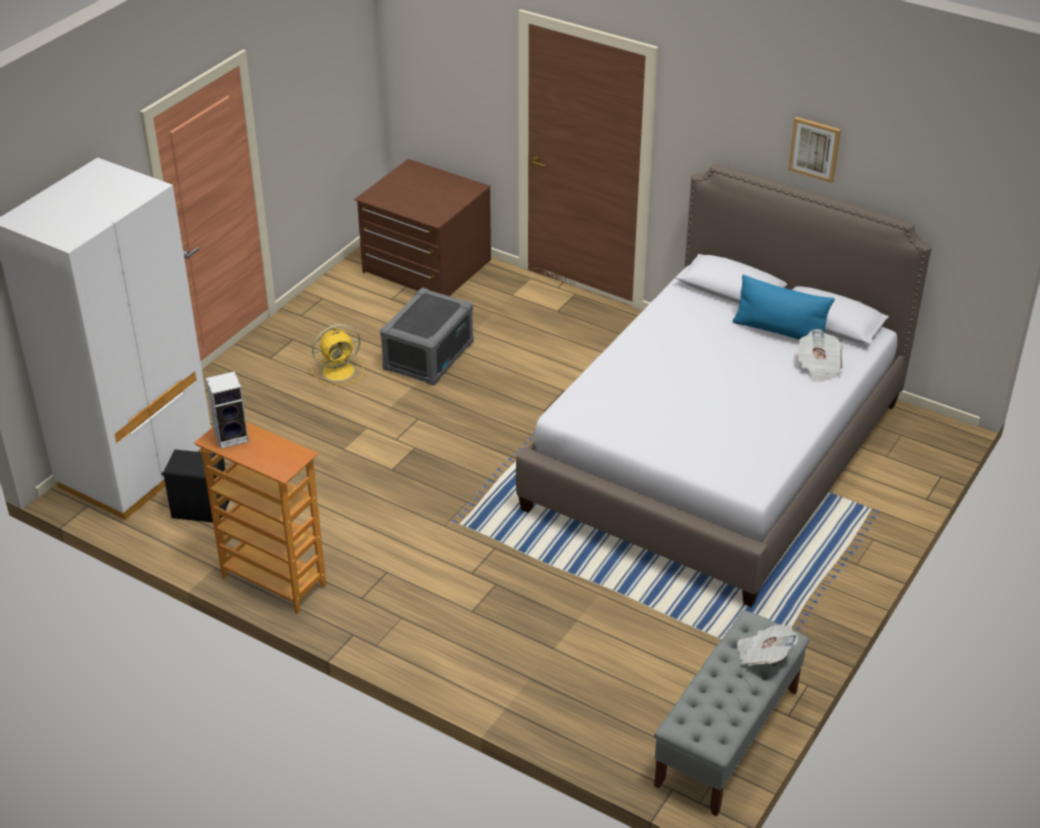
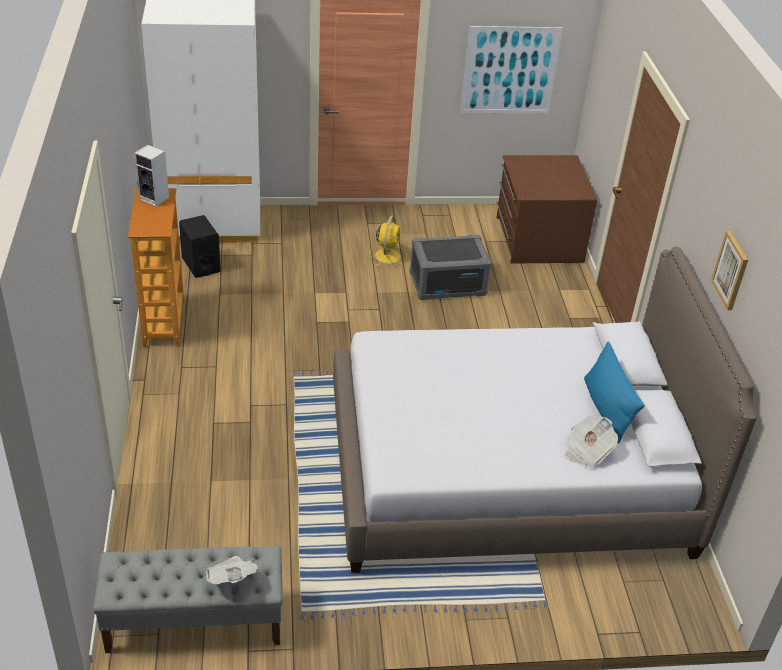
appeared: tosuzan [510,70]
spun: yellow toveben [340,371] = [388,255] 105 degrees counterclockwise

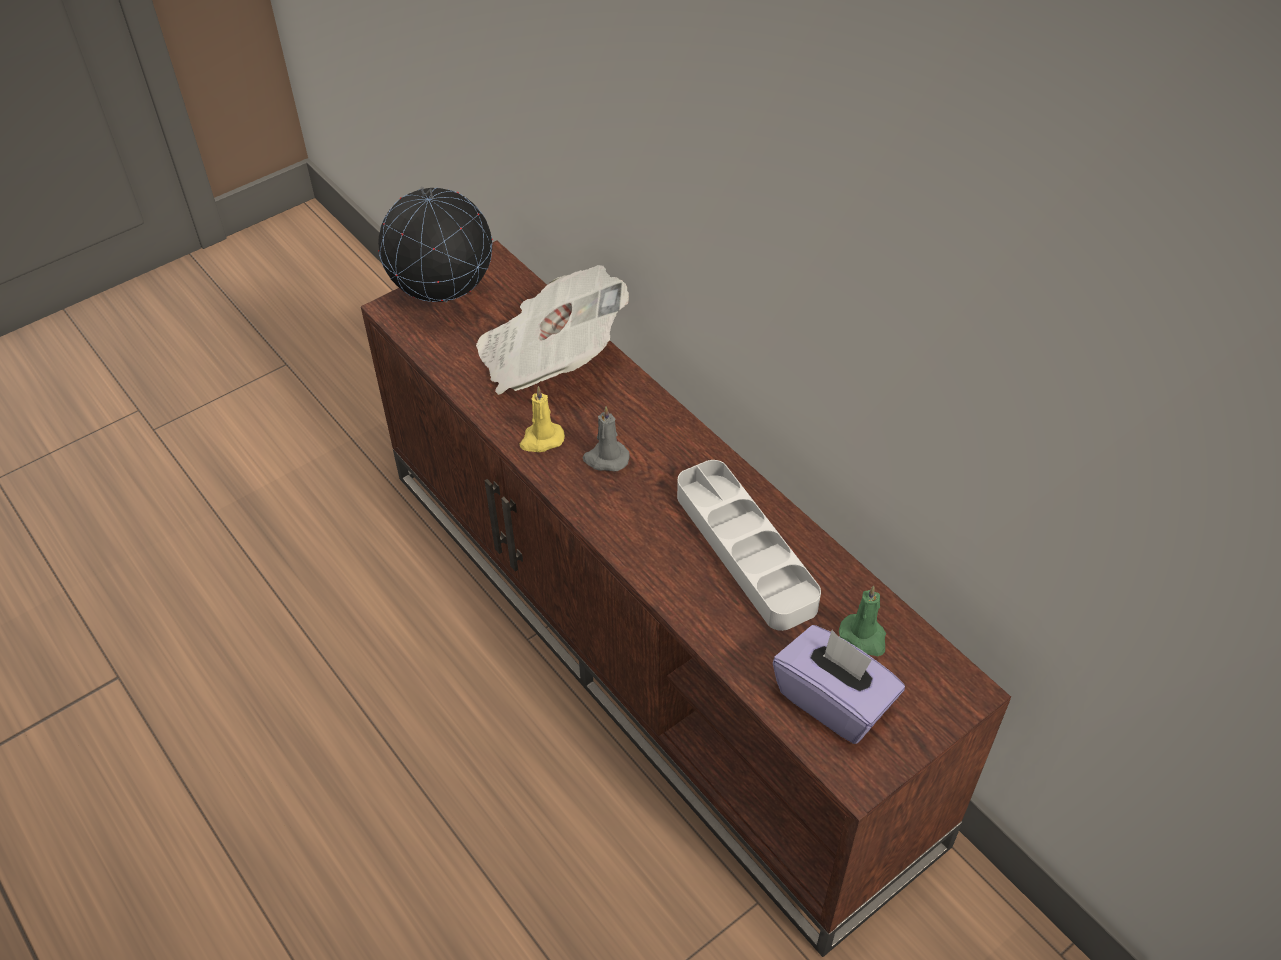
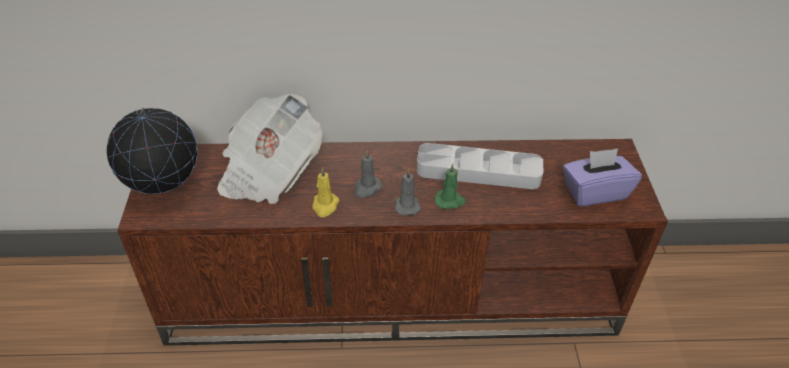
appeared: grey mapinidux [406,205]
relocated: green mapinidux [864,637] to [450,201]

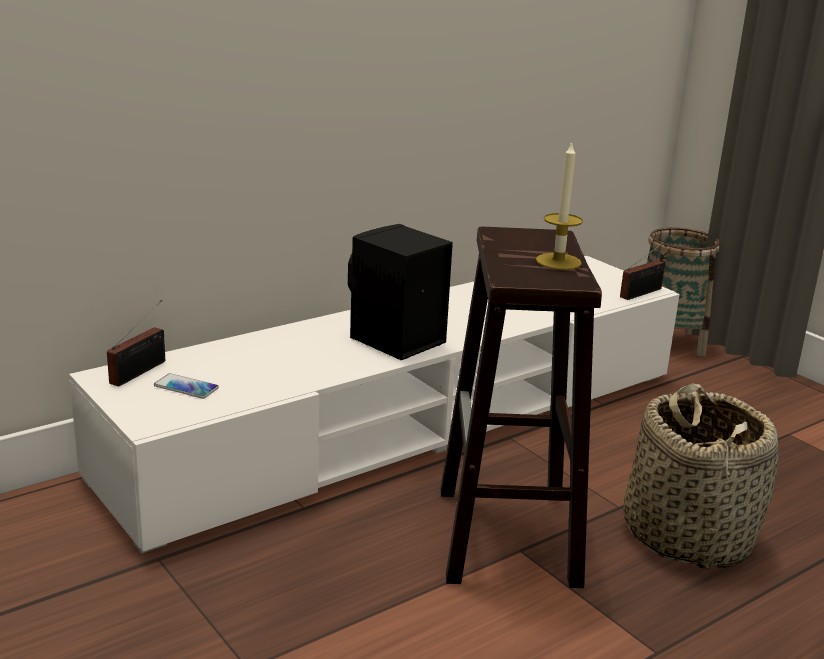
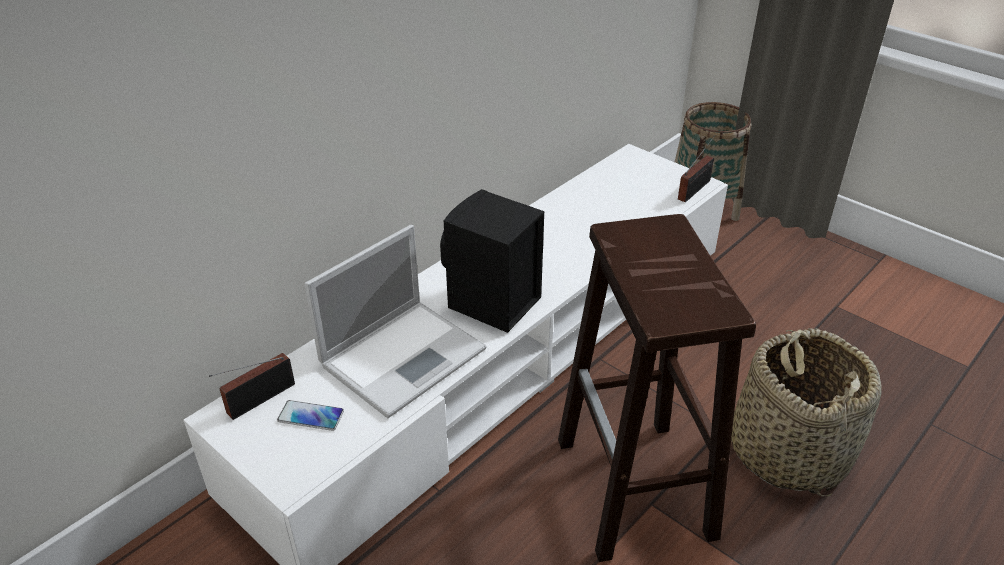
missing: mapinidux [558,261]
appeared: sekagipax [405,355]
spun: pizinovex [141,371] = [257,400] 150 degrees counterclockwise

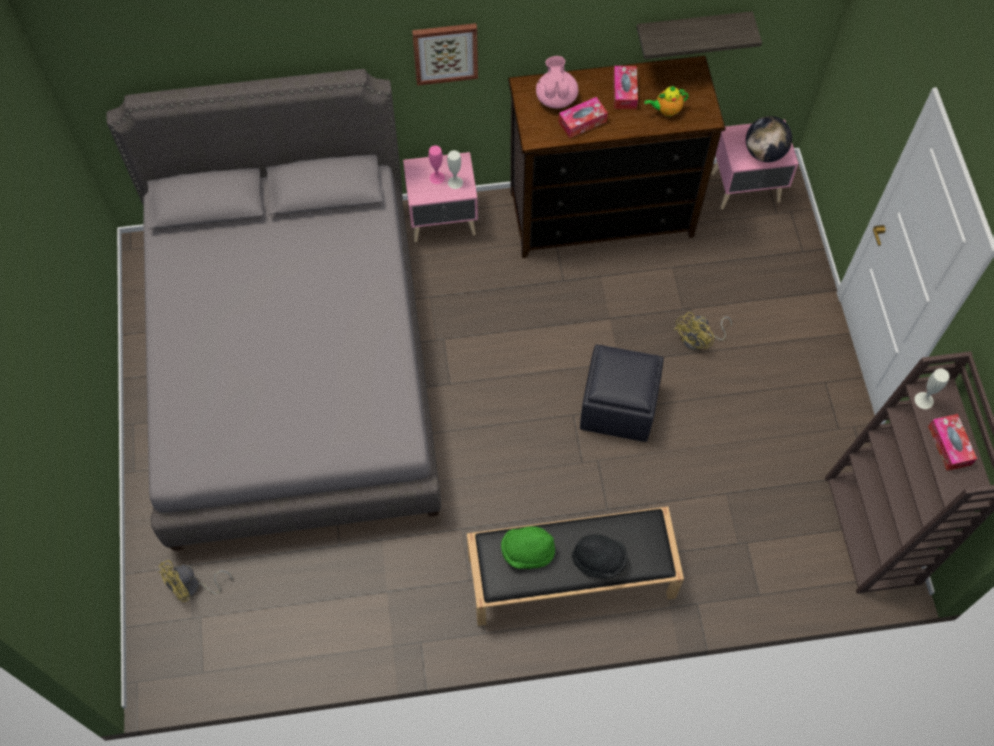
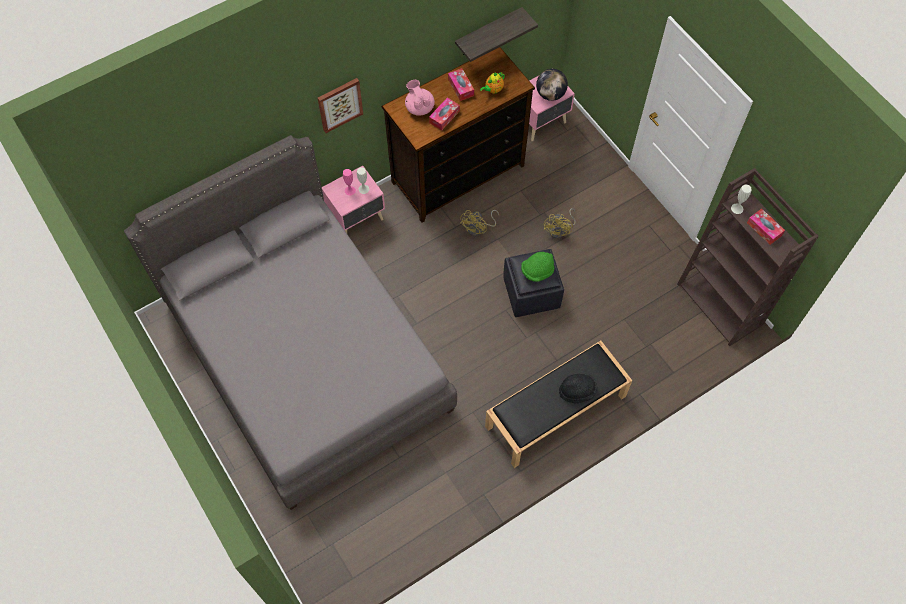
relocated: yellow toveben [192,587] to [478,228]; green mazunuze [527,551] to [537,271]

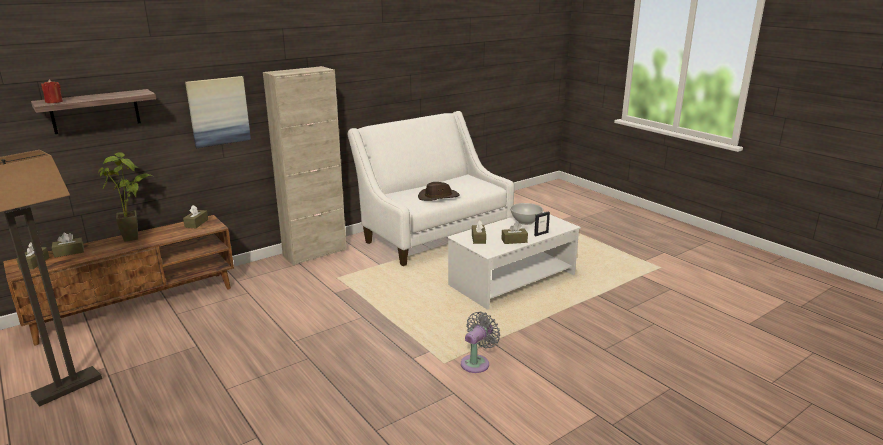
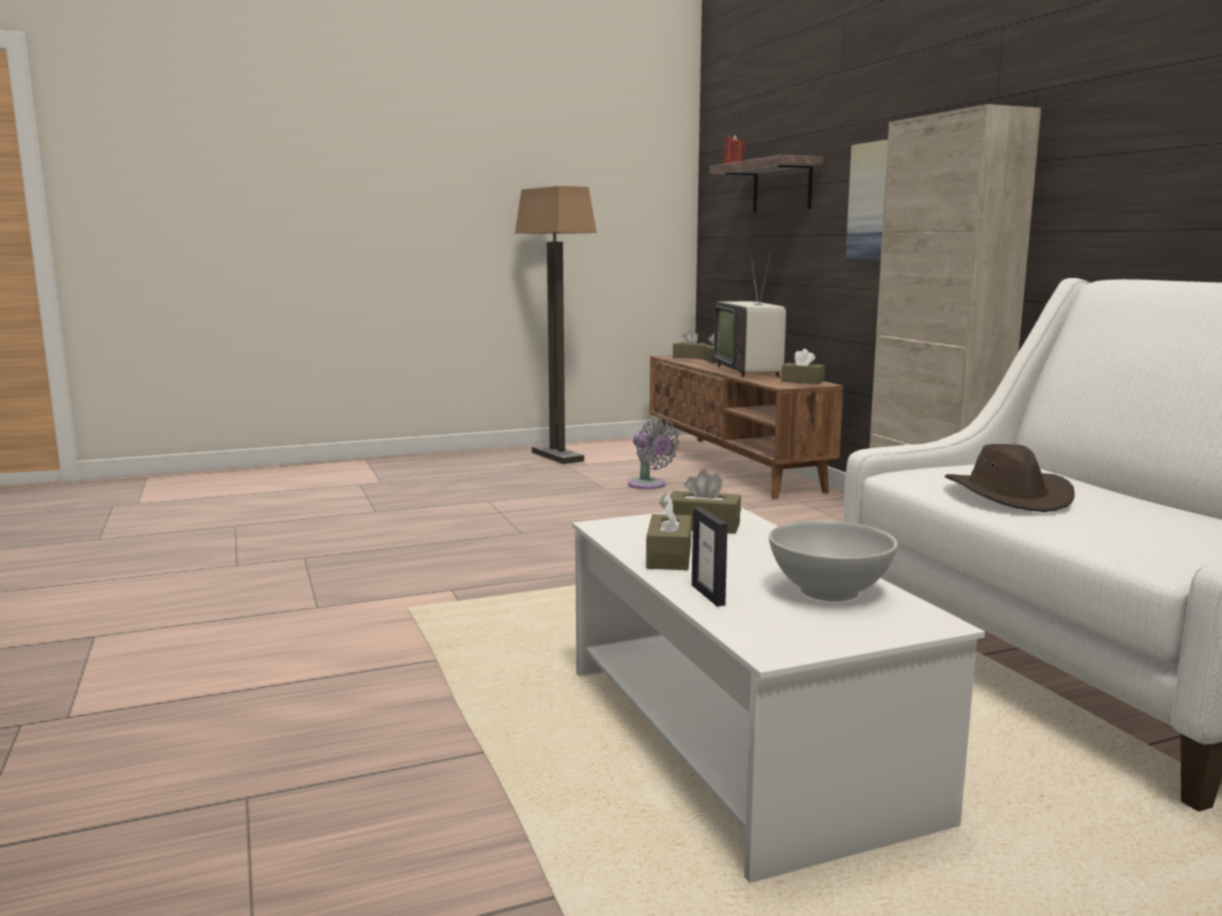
relocated: grey toveben [477,362] to [649,485]
exchanged: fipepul [138,238] to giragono [751,371]

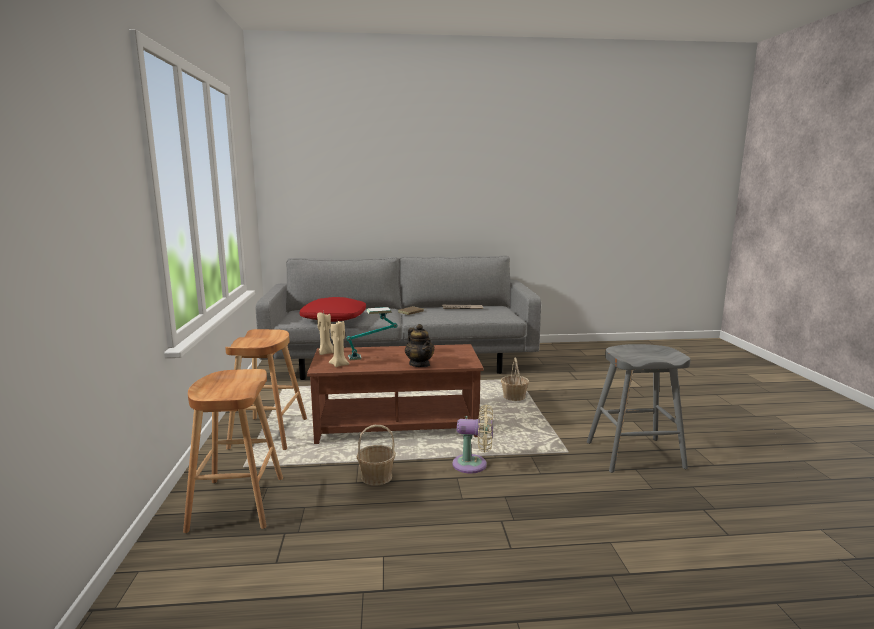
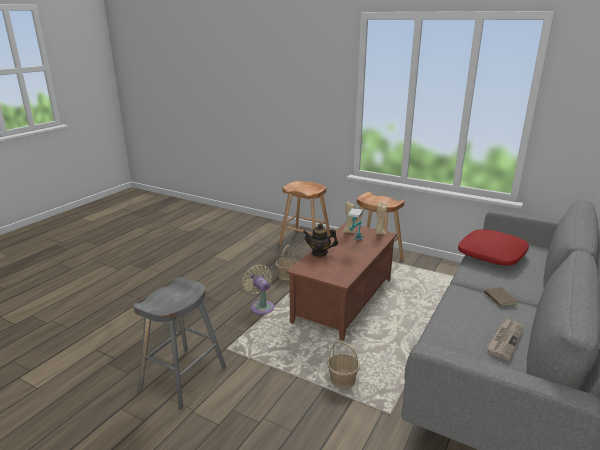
spun: beige toveben [473,465] = [261,306] 105 degrees clockwise

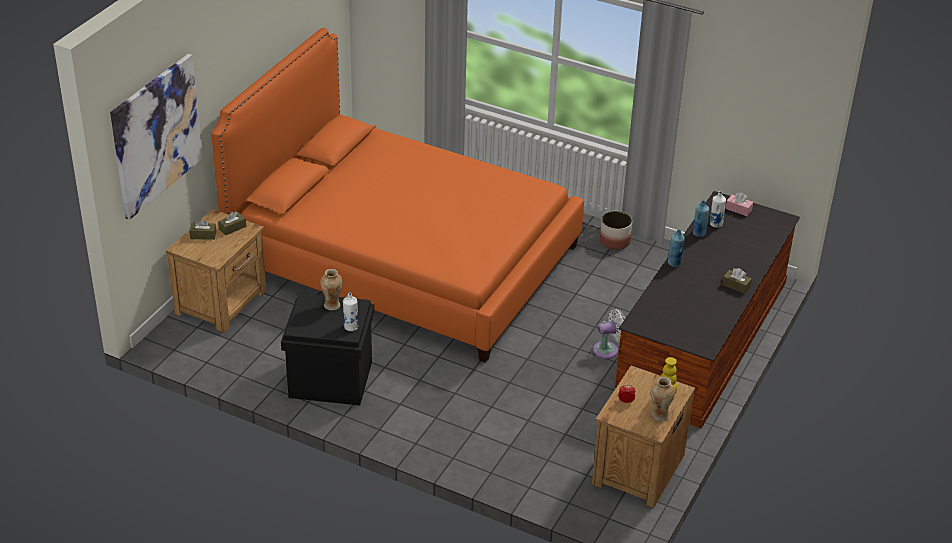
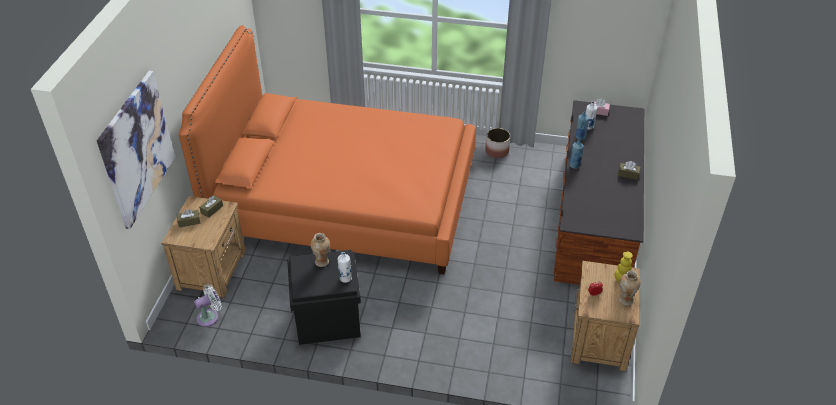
relocated: white toveben [608,350] to [210,317]

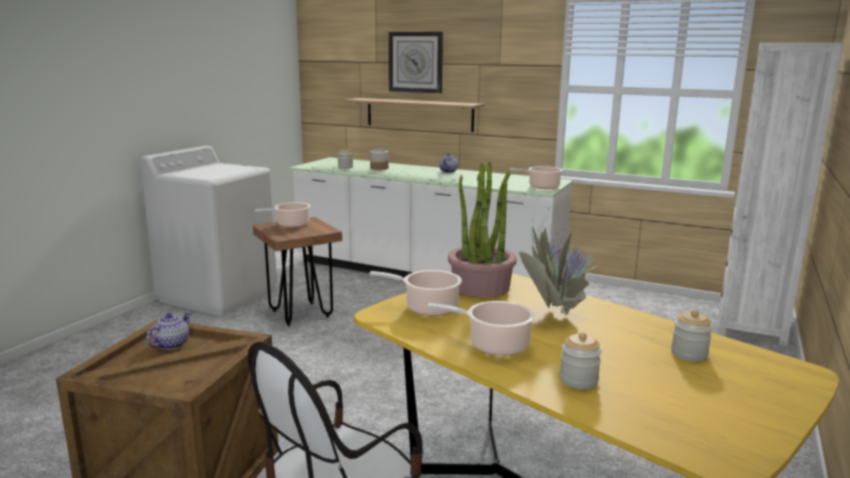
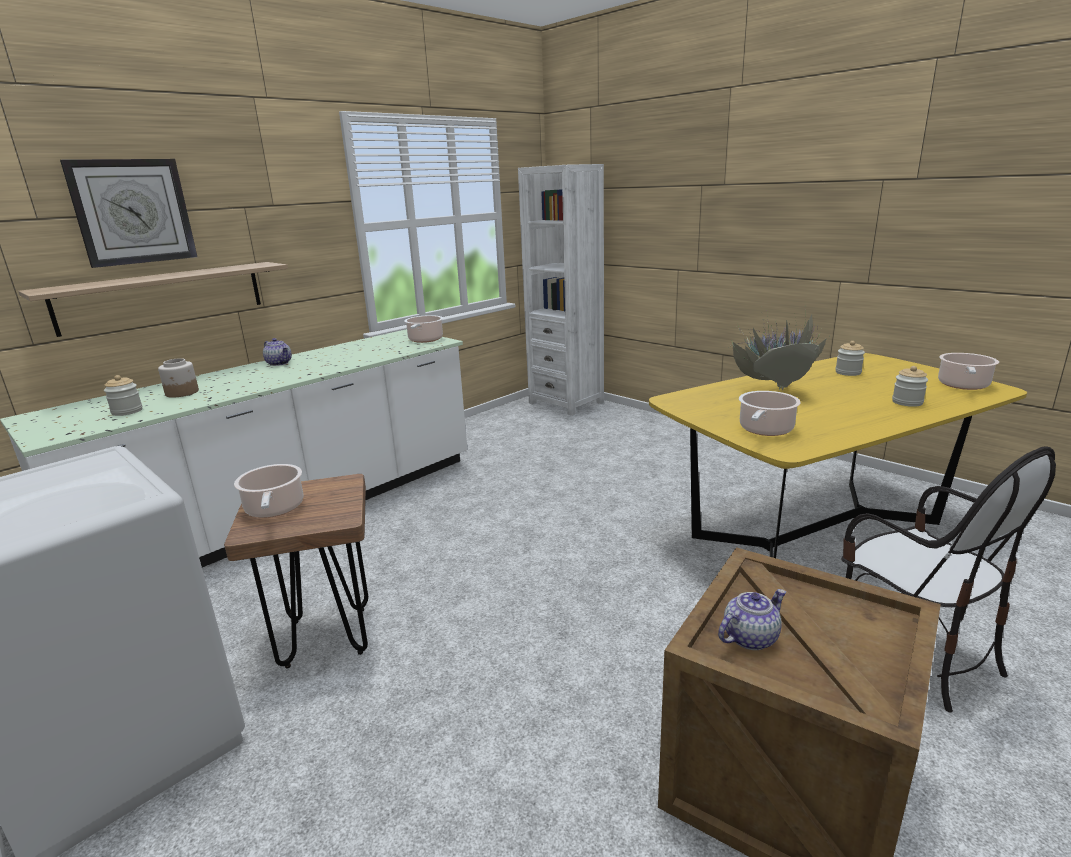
missing: fipepul [481,287]
relocated: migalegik [494,345] to [963,385]
spun: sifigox [171,344] = [750,637] 105 degrees clockwise

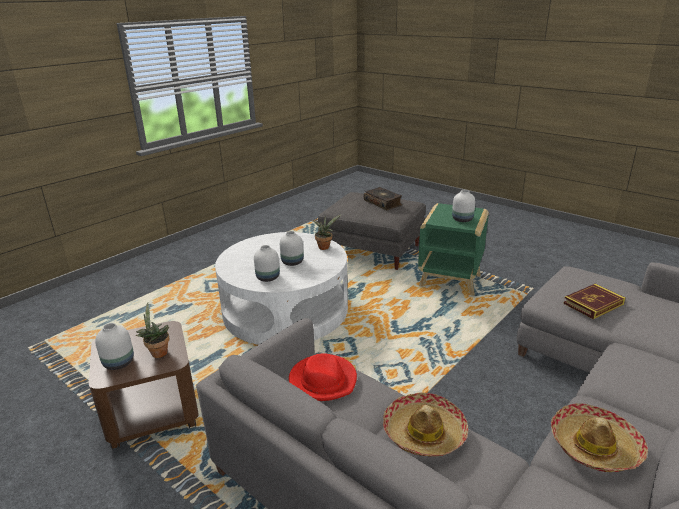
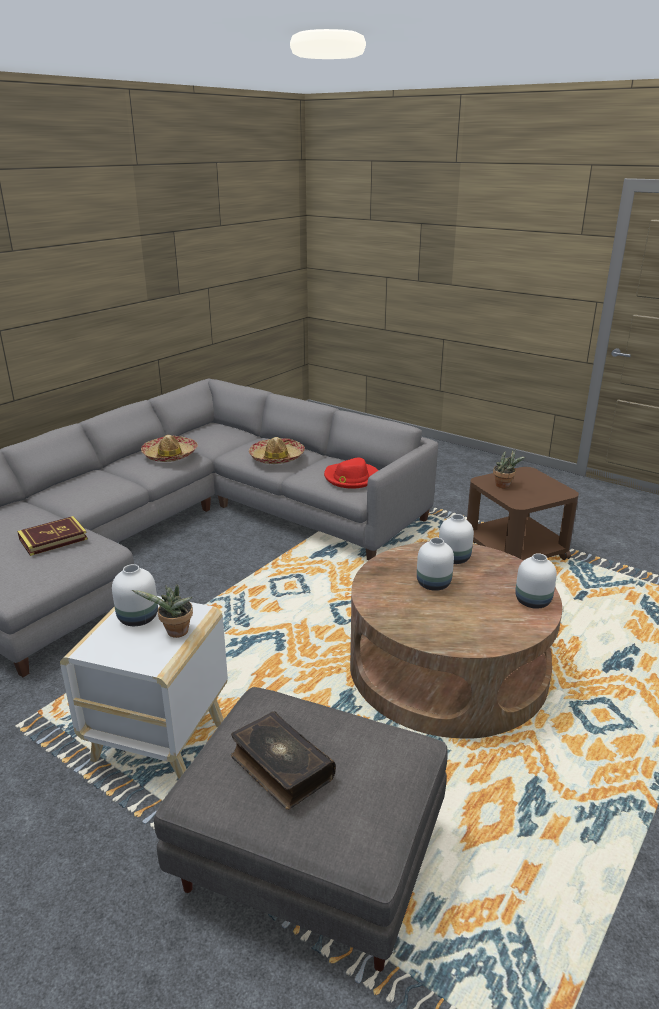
relocated: fipepul [325,247] to [175,633]; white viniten [118,363] to [533,601]
colour: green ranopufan [451,281] to white ranopufan [157,742]; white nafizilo [285,309] to brown nafizilo [447,667]

